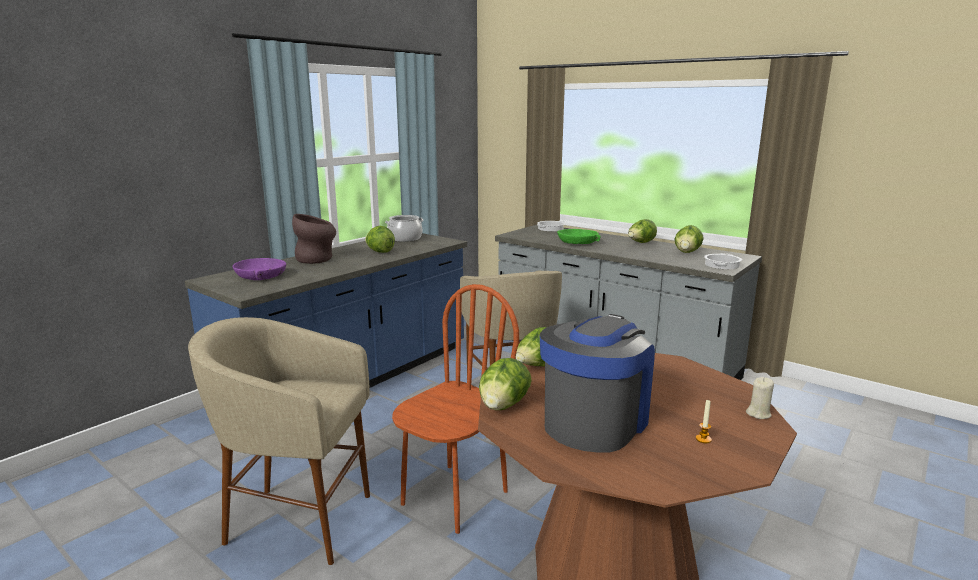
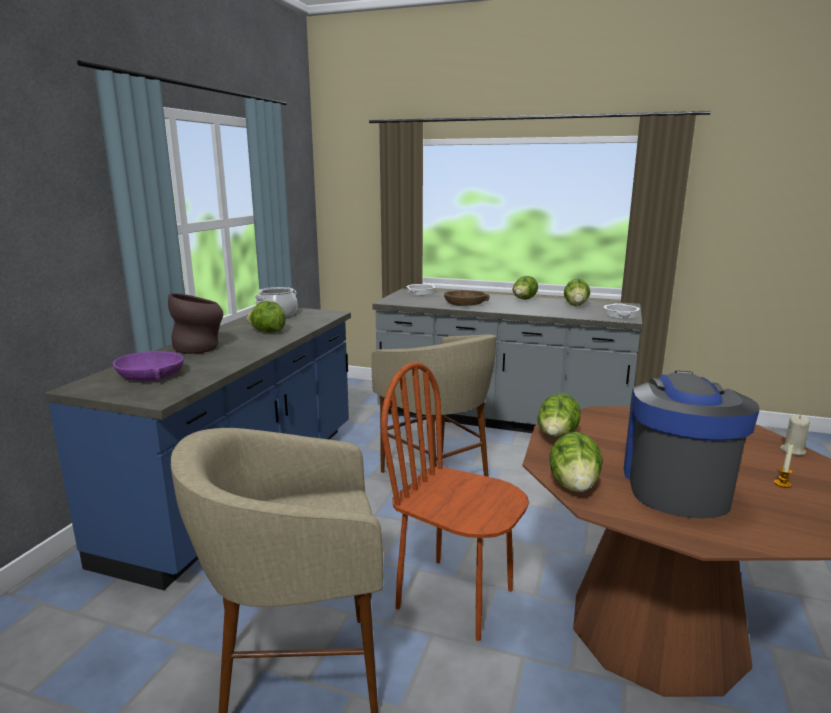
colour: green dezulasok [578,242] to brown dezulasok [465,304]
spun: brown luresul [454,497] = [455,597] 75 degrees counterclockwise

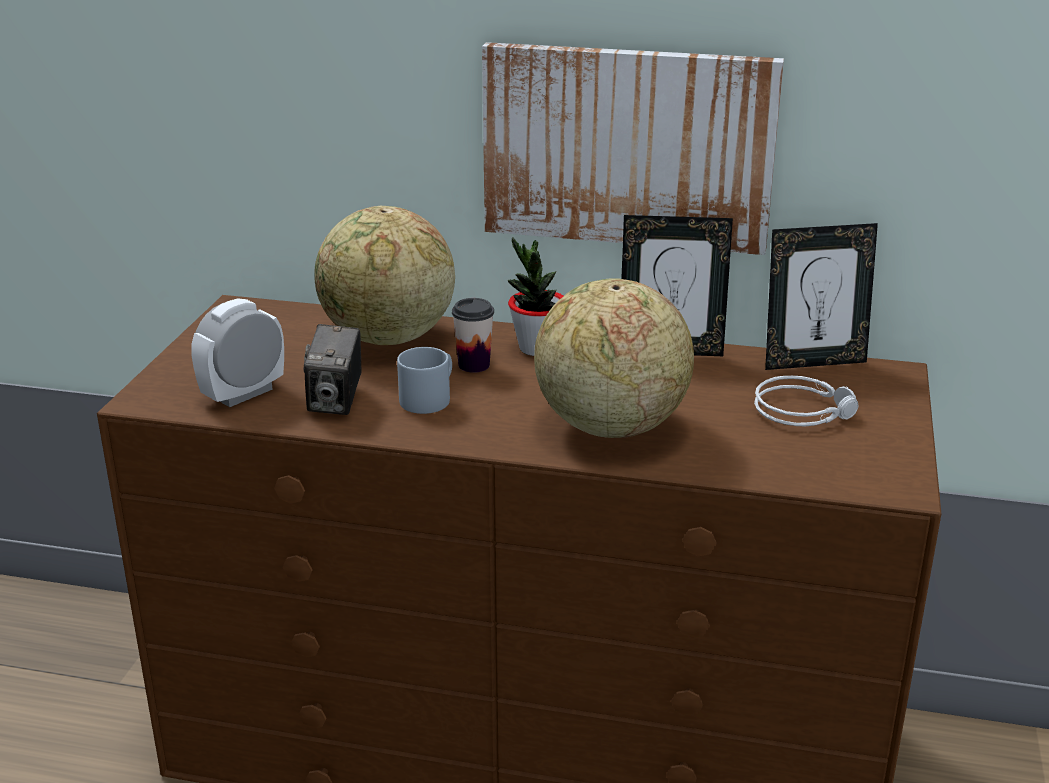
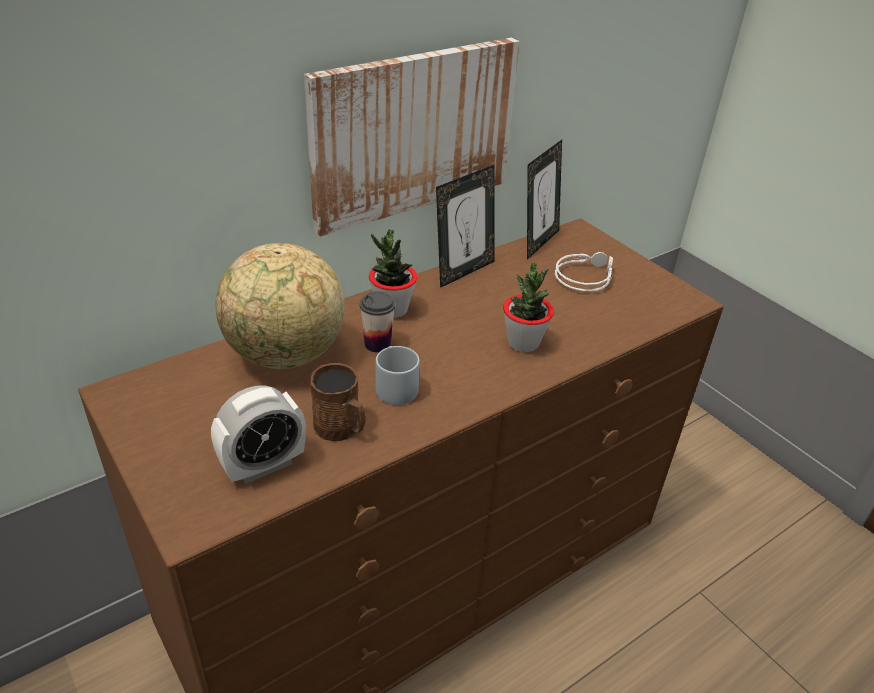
exchanged: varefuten [336,402] to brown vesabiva [341,428]; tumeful [610,427] to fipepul [523,343]
spun: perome [243,394] = [263,465] 120 degrees counterclockwise

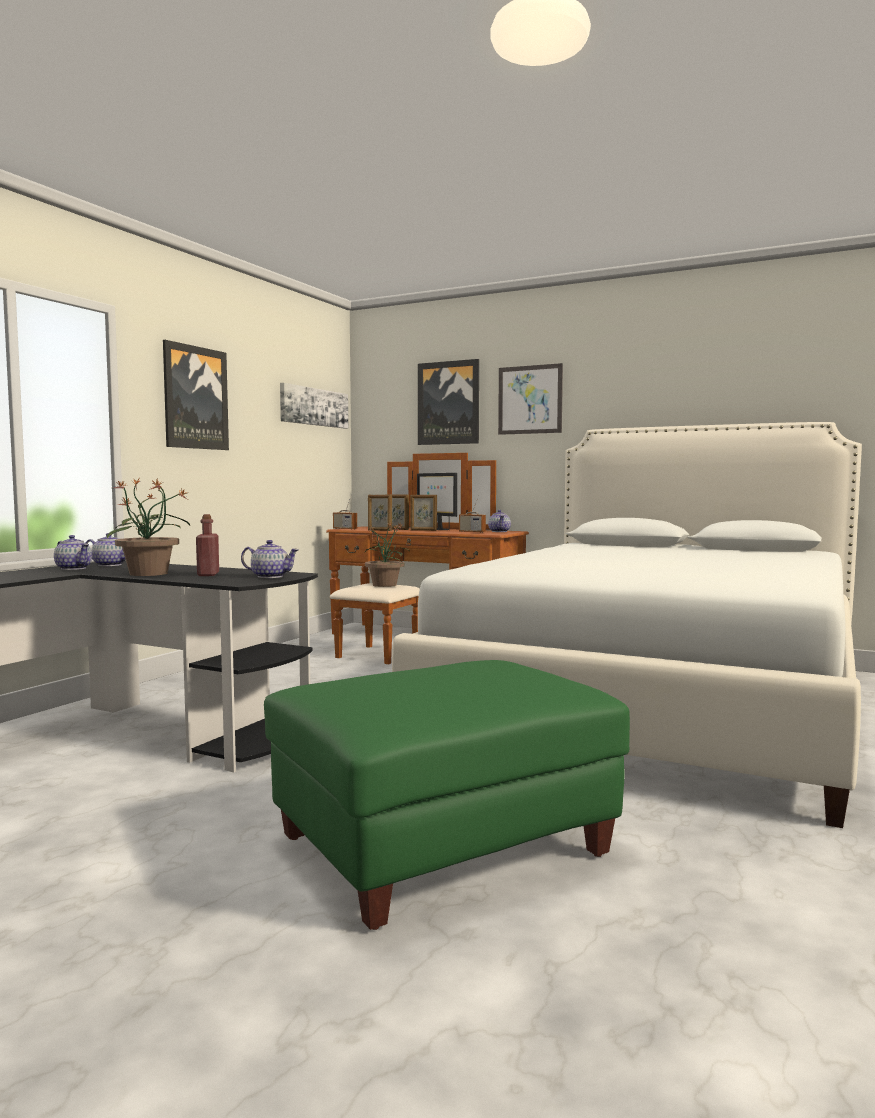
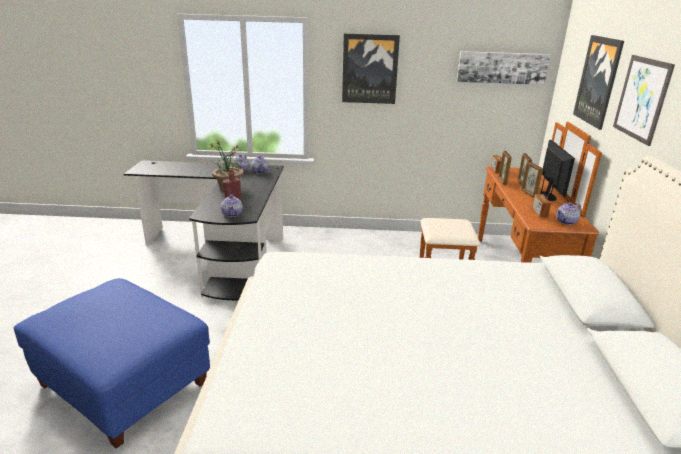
missing: fipepul [385,585]
colour: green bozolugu [443,846] to blue bozolugu [123,385]
spun: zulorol [438,529] = [548,196] 150 degrees clockwise

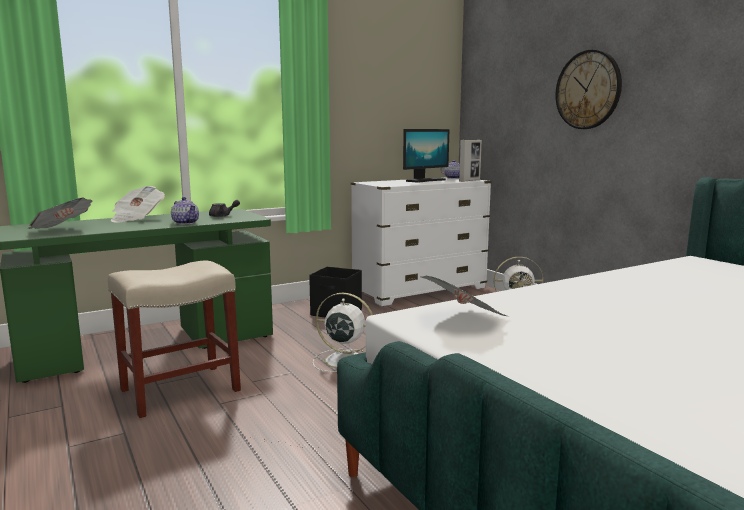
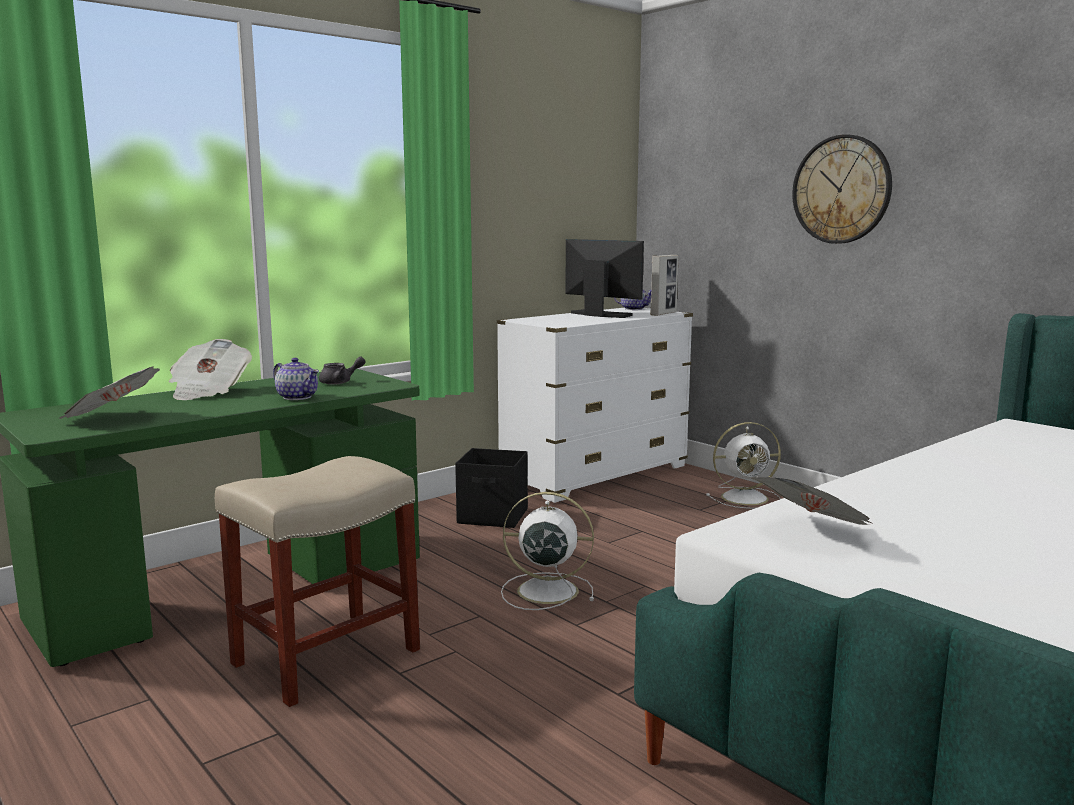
spun: zulorol [425,180] = [600,315] 90 degrees counterclockwise

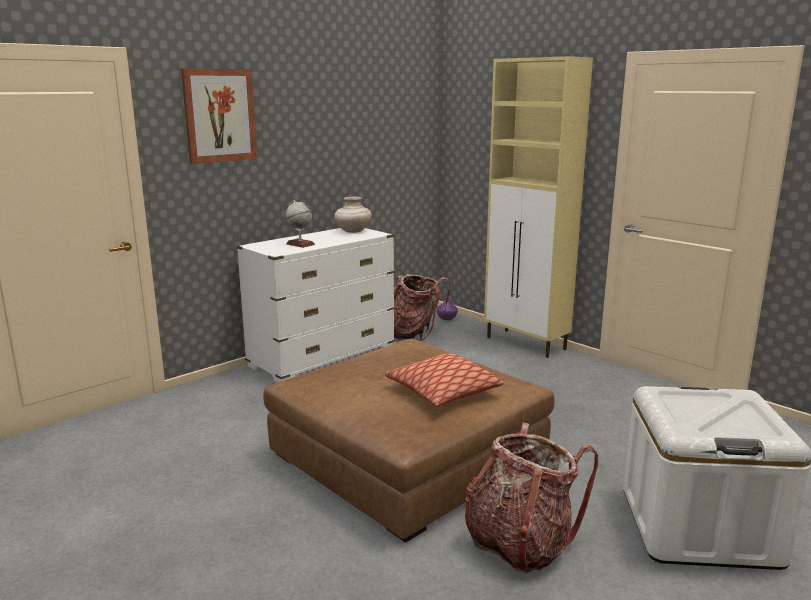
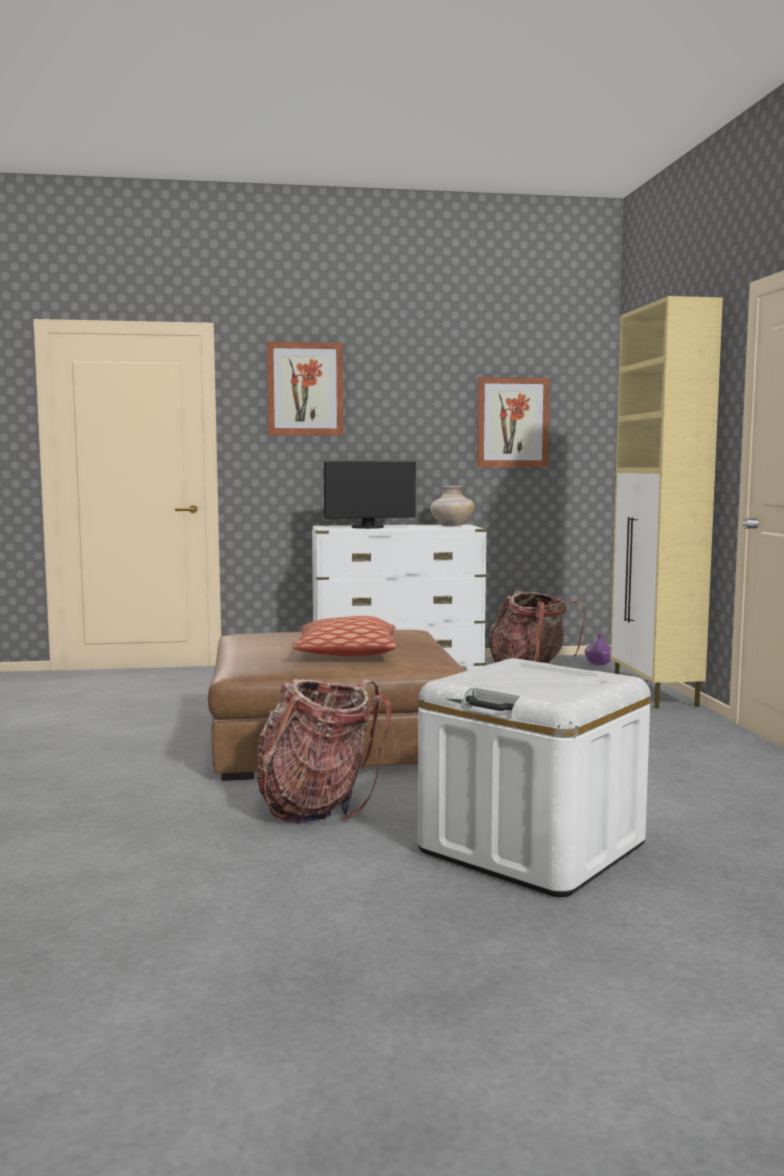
appeared: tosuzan [512,422]
exchanged: tumeful [300,244] to zulorol [368,527]

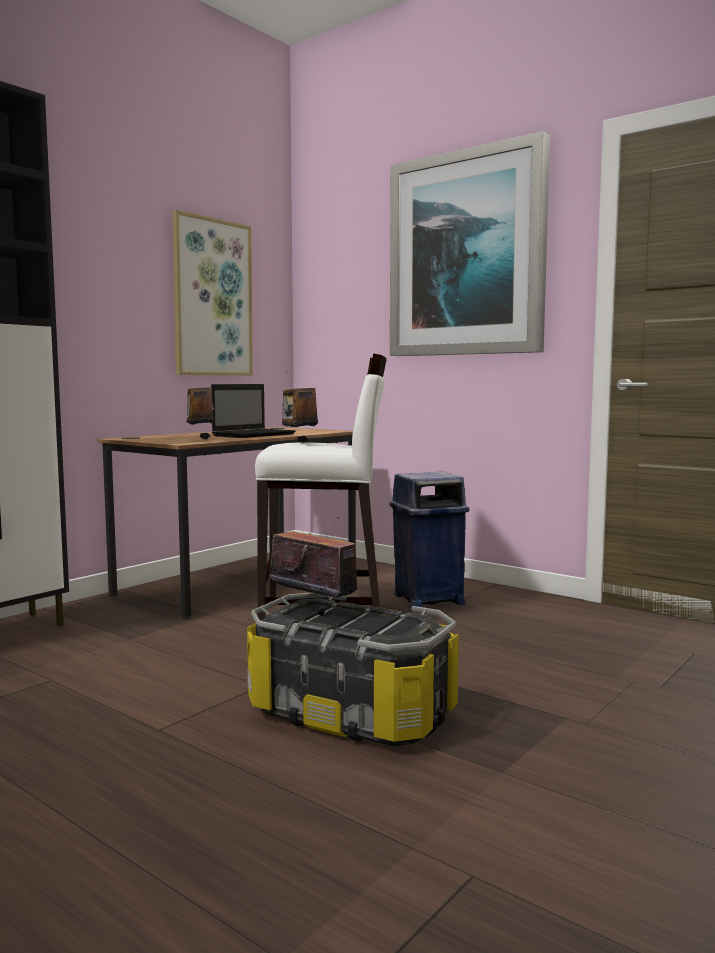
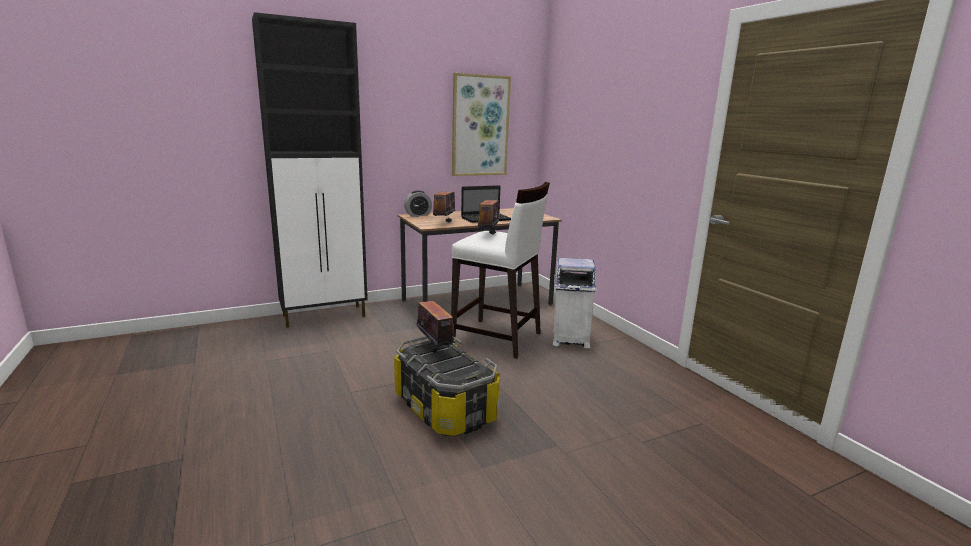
missing: tosuzan [467,255]
appeared: perome [418,215]
colour: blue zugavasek [427,599] to white zugavasek [569,339]

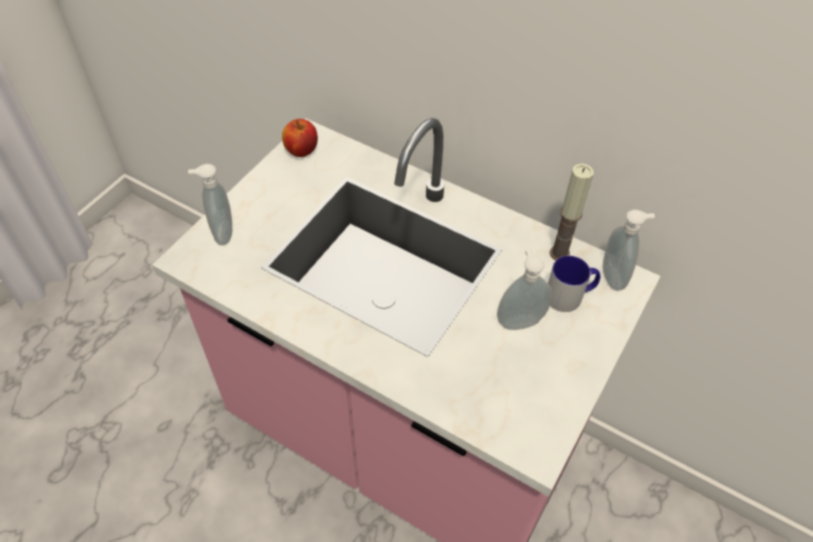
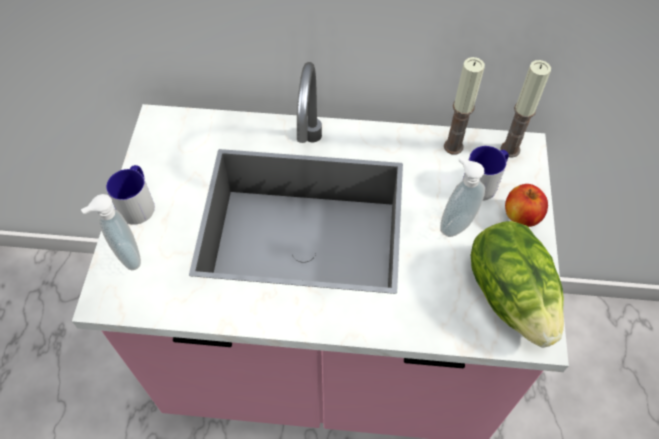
appeared: vesabiva [138,203]; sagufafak [511,295]
relocated: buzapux [301,151] to [521,216]
exchanged: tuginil [614,277] to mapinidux [510,149]

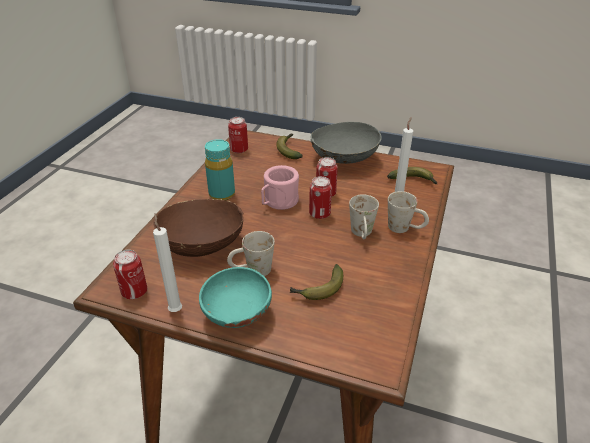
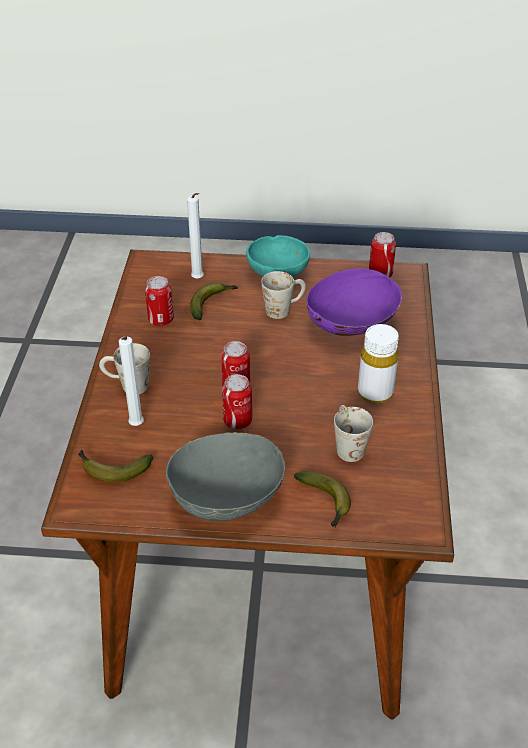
missing: pink vesabiva [278,202]
relocated: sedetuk [239,150] to [161,319]; white mapinidux [175,309] to [198,280]; white vesabiva [362,235] to [347,445]
colour: brown dezulasok [202,244] to purple dezulasok [351,325]; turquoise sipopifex [222,194] to white sipopifex [375,393]

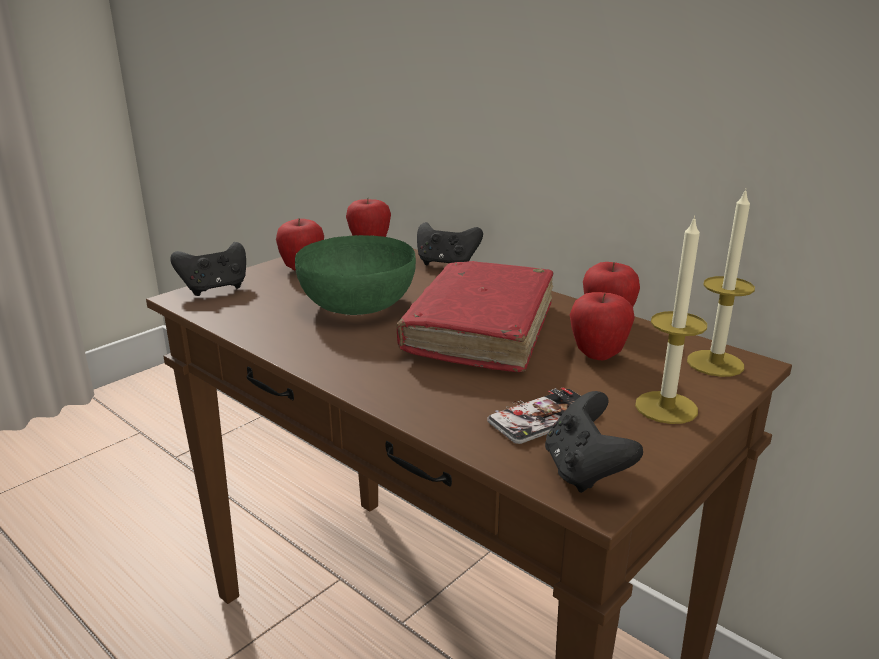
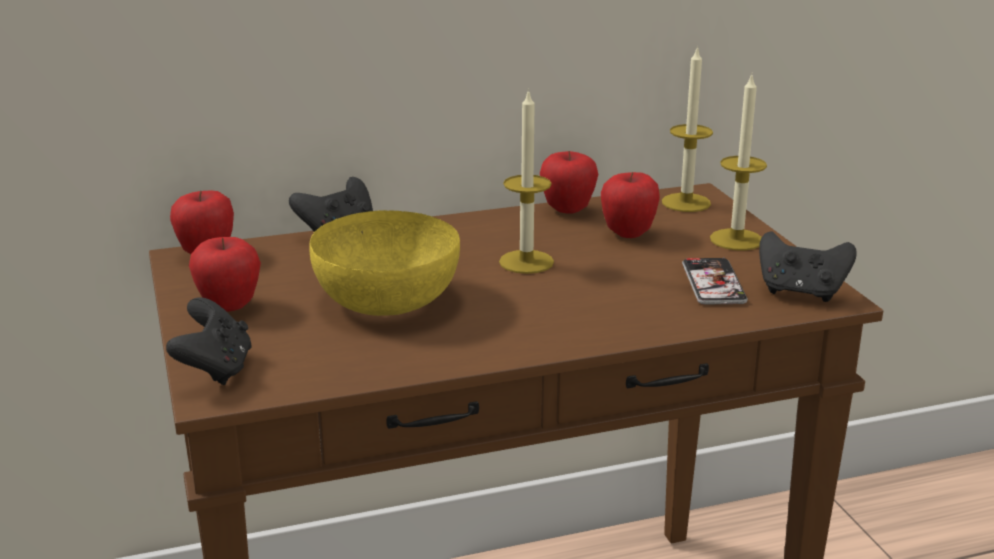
exchanged: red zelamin [480,330] to mapinidux [526,262]
colour: green dezulasok [359,304] to yellow dezulasok [389,299]

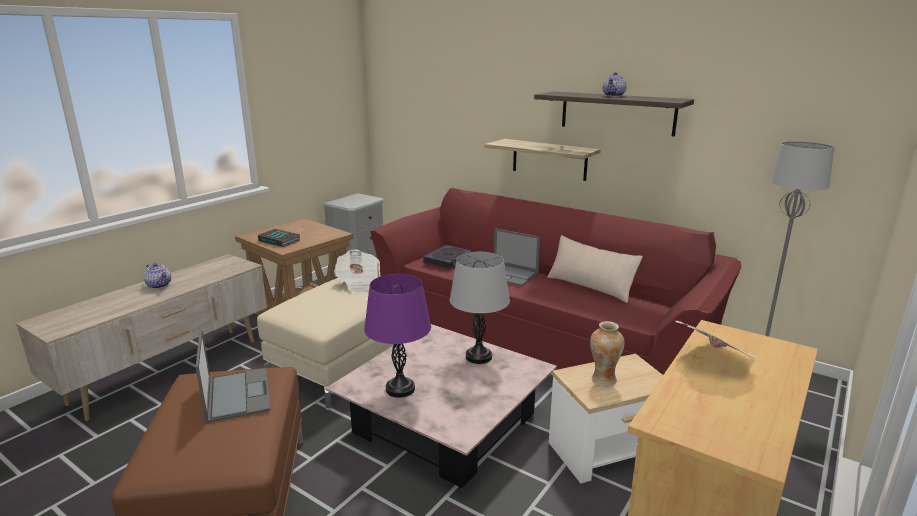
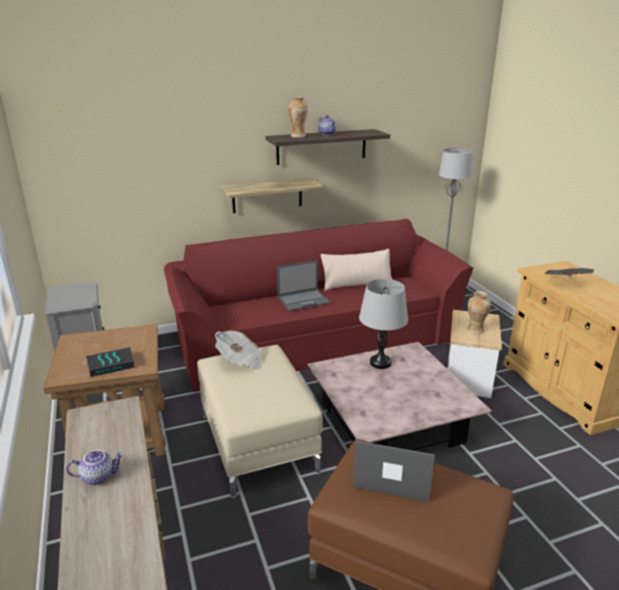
missing: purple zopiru [400,389]; zelamin [448,260]
appeared: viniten [298,136]

